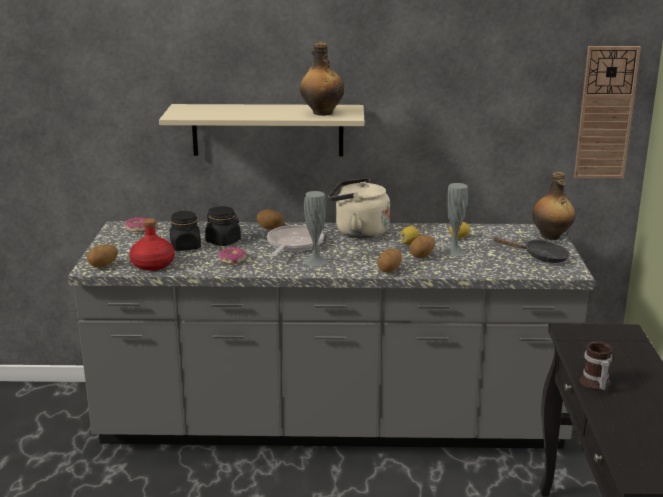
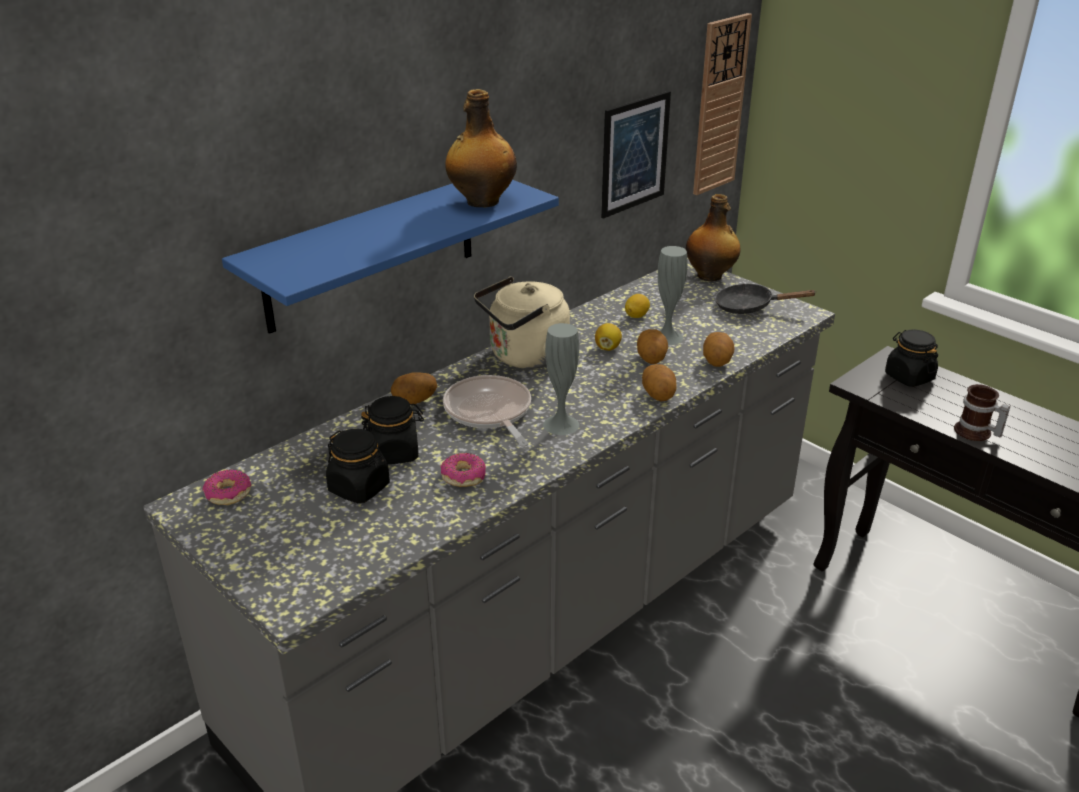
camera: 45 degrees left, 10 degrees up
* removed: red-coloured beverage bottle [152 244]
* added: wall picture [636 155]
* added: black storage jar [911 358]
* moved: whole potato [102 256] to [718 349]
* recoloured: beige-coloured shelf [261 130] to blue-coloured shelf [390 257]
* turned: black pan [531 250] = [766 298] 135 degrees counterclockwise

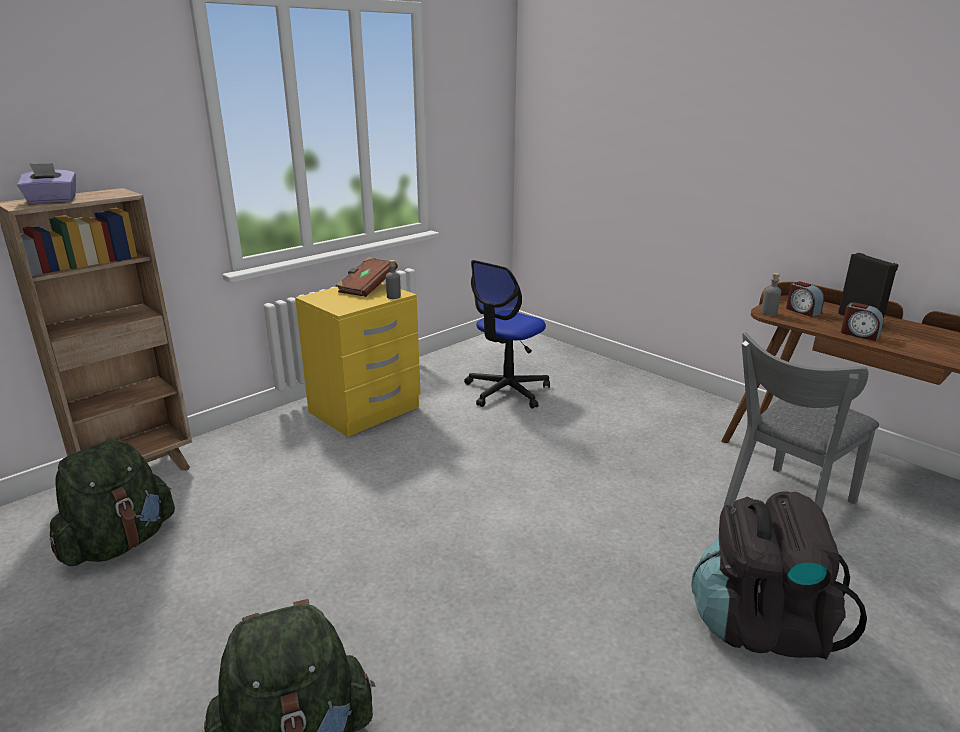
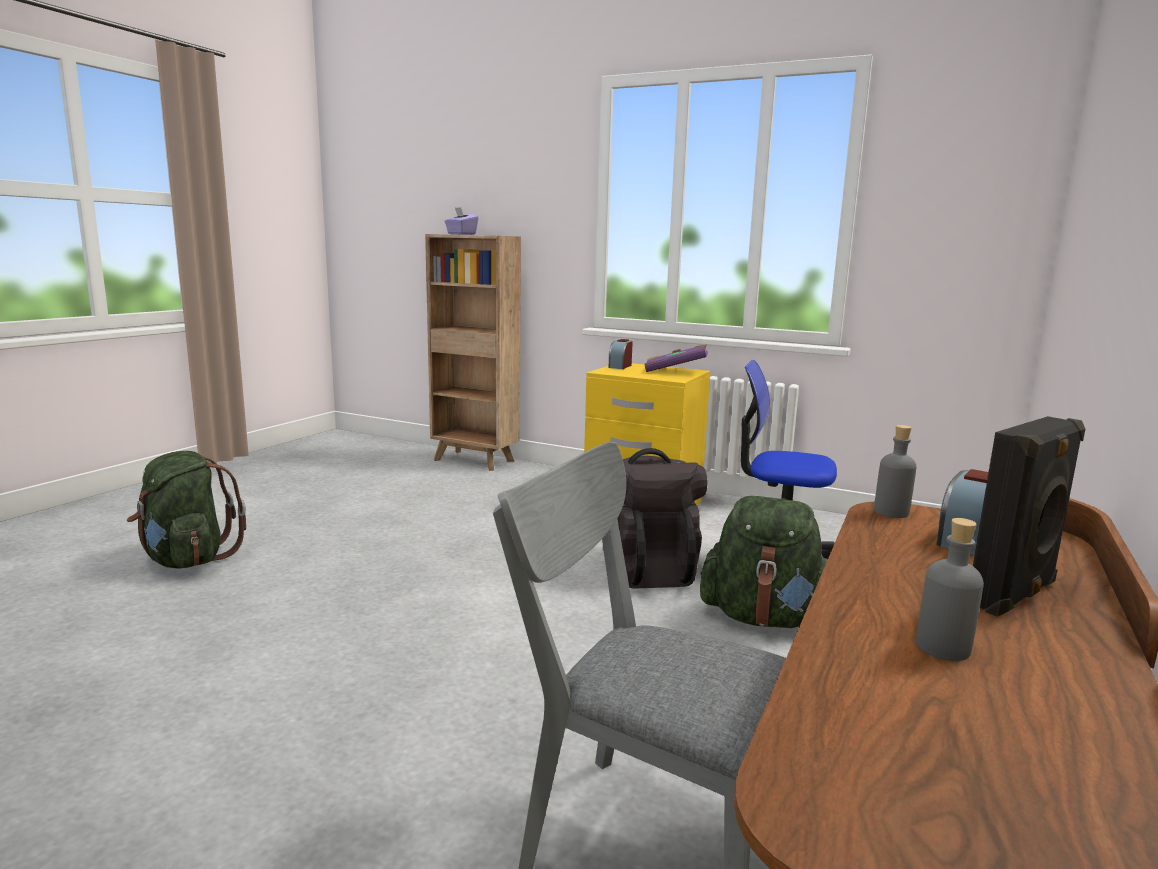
camera: 70 degrees right, 10 degrees down
* moved: green knapsack [112 503] to [763 562]
* moved: gray beverage bottle [393 279] to [950 589]
* moved: black knapsack [779 575] to [655 518]
* moved: bedside clock [862 321] to [621 354]
* recoloured: brownish book [366 277] to purple-coloured book [676 358]

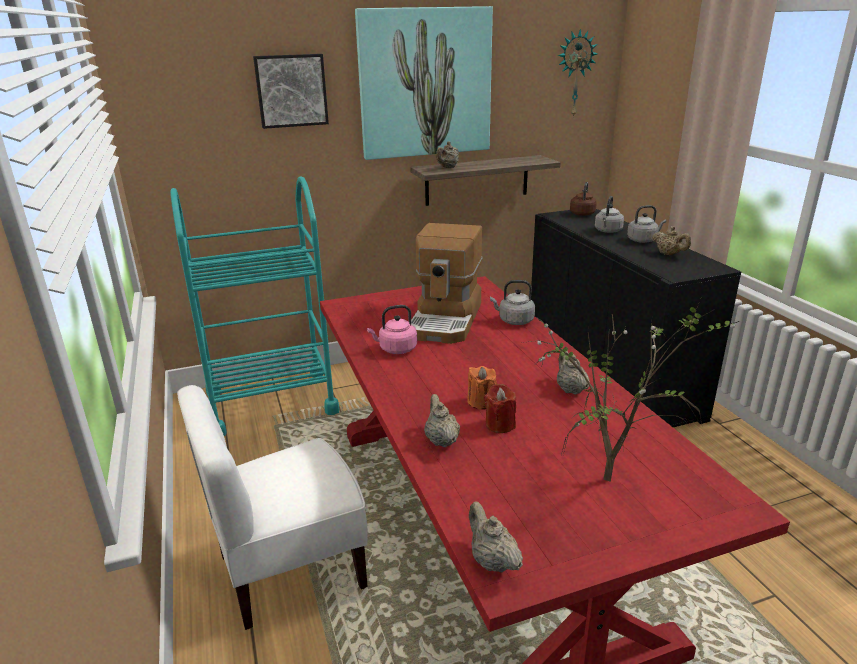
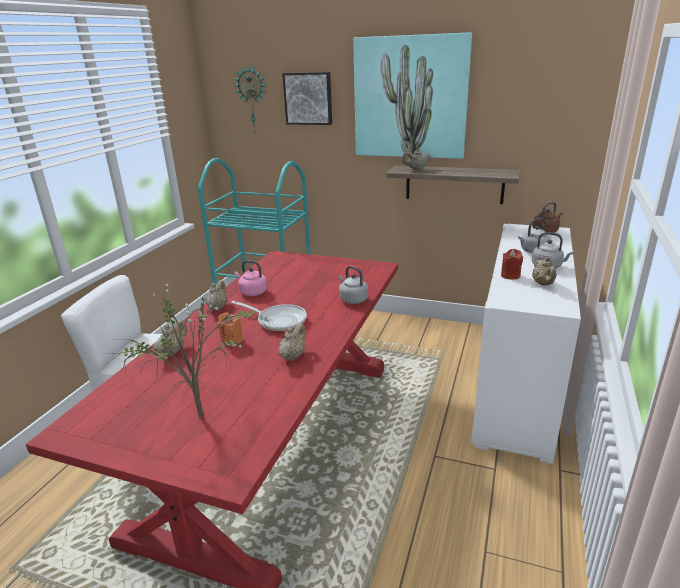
camera: 40 degrees right, 0 degrees up
* removed: coffee machine [446 283]
* added: pan [269 316]
* moved: beige-coloured pot for tea [496 536] to [216 295]
* moved: red-coloured wax light [500 408] to [512 264]
* moved: wall clock [578 73] to [250 100]
* recoloured: black storage cabinet [636 318] to whitish storage cabinet [526 344]

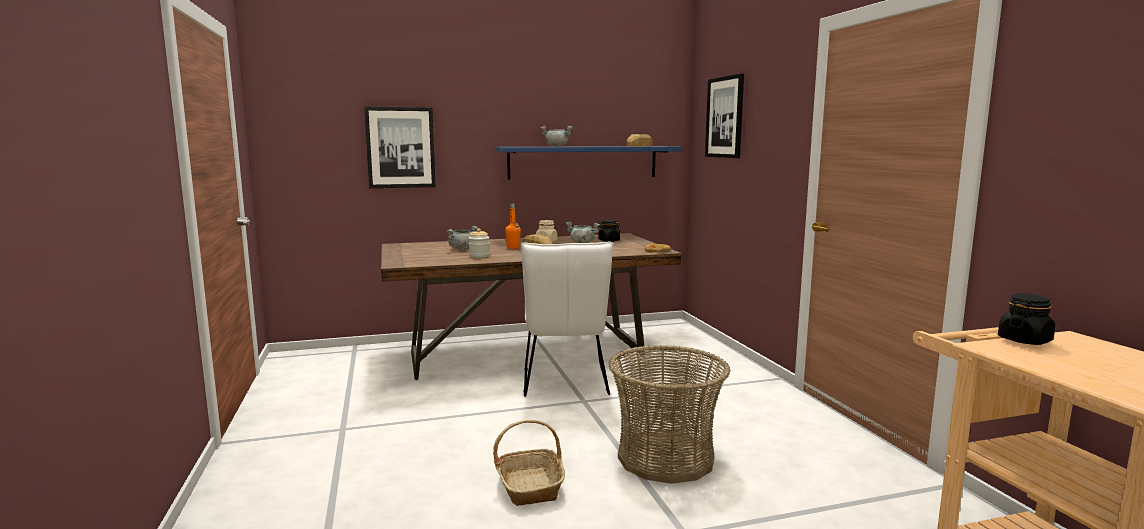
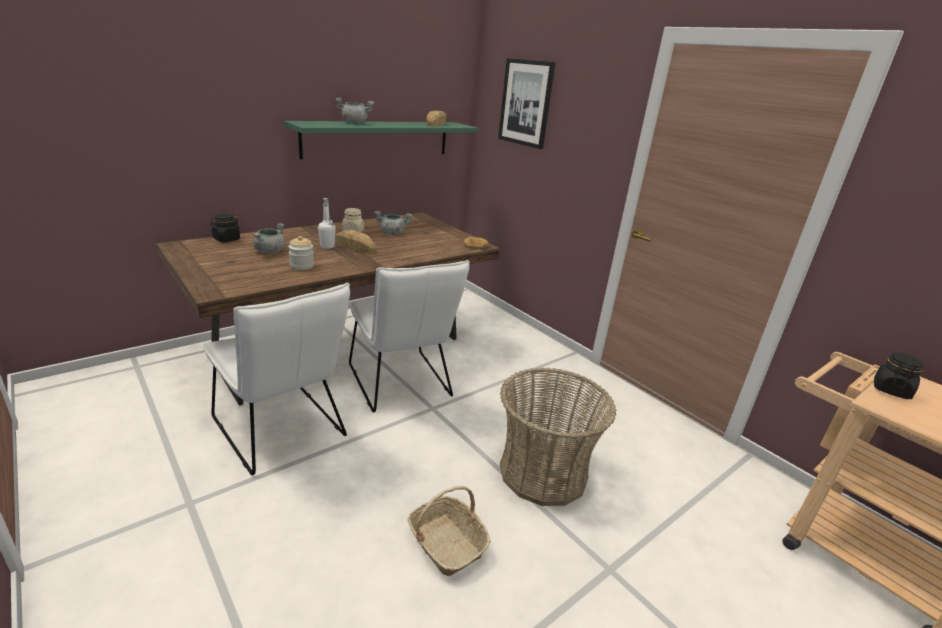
camera: 25 degrees left, 15 degrees up
* removed: wall picture [400 147]
* added: whitish chair [276 379]
* moved: black storage jar [609 231] to [224 227]
* recoloured: blue-coloured shelf [588 163] to green shelf [381 140]
* recoloured: orange beverage bottle [513 226] to whitish beverage bottle [327 223]

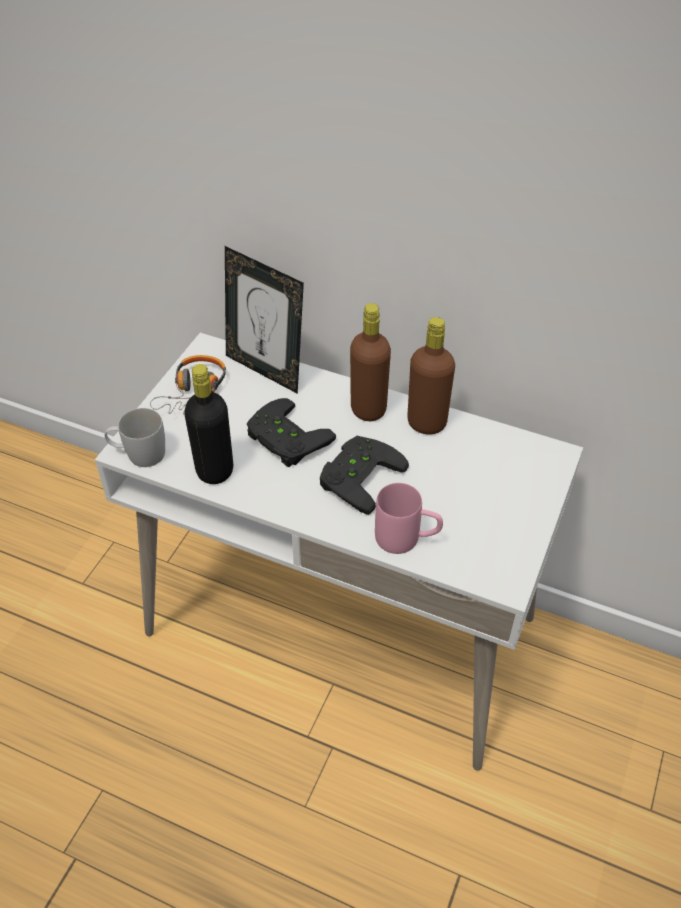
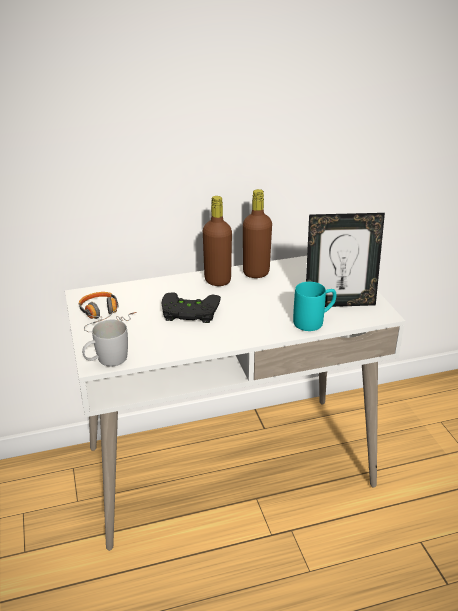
camera: 40 degrees left, 15 degrees down
* removed: black beverage bottle [208 424]
* removed: black gamepad [364 475]
* moved: picture frame [264 320] to [345 260]
* recoloured: pink tea mug [409 518] to blue-green tea mug [314 306]

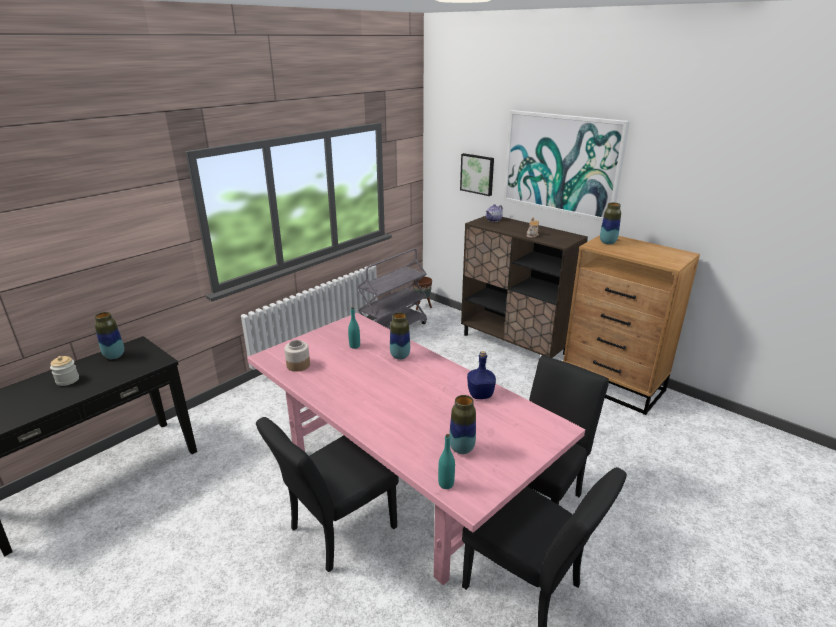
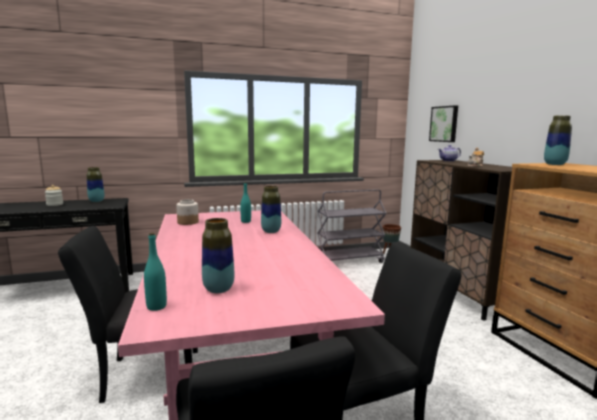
camera: 30 degrees right, 15 degrees down
* removed: blue-coloured beverage bottle [481 375]
* removed: wall picture [567 165]

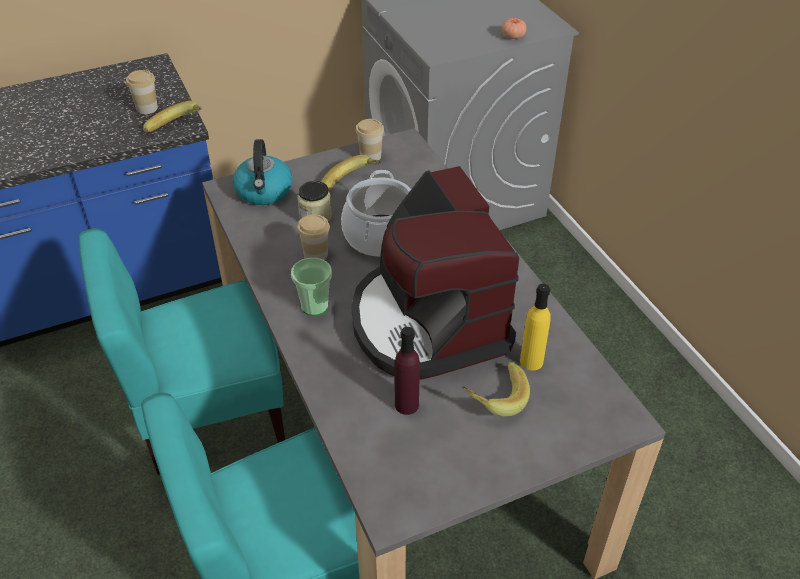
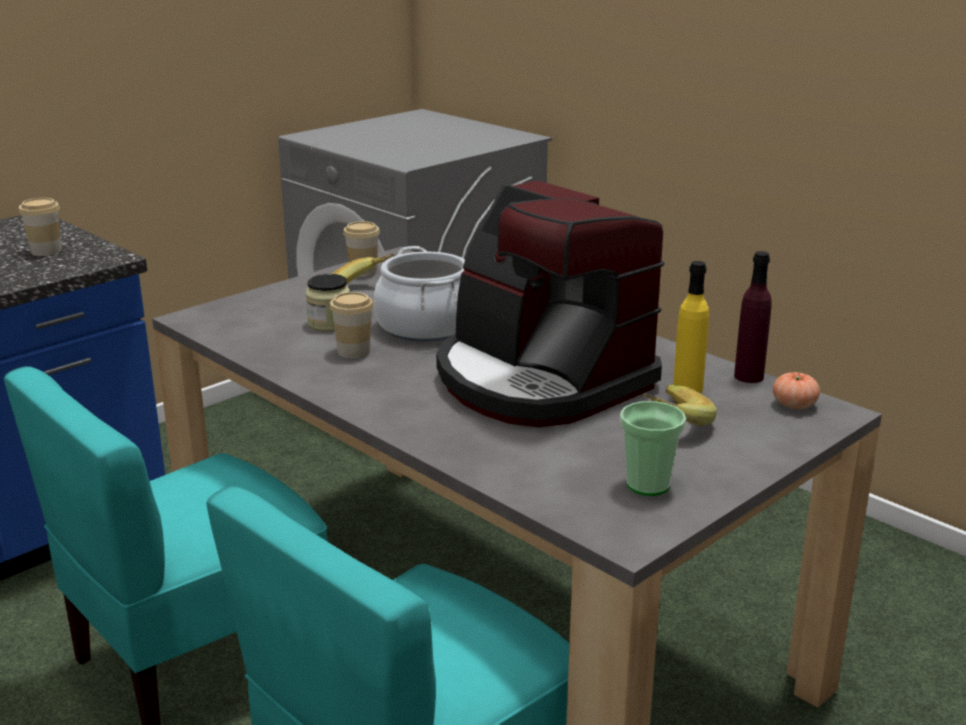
camera: 20 degrees left, 20 degrees down
* removed: whole banana [172 117]
* removed: kettle [263 172]
* moved: cup [311 287] to [653 448]
* moved: purple-coloured beverage bottle [407 371] to [753 317]
* moved: tomato [514 28] to [796 390]

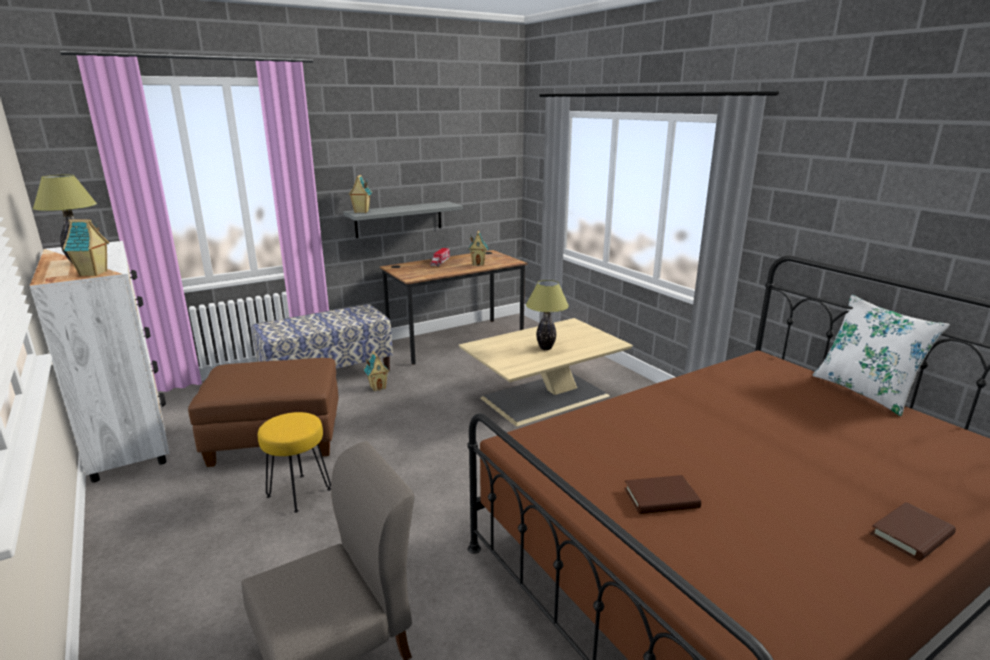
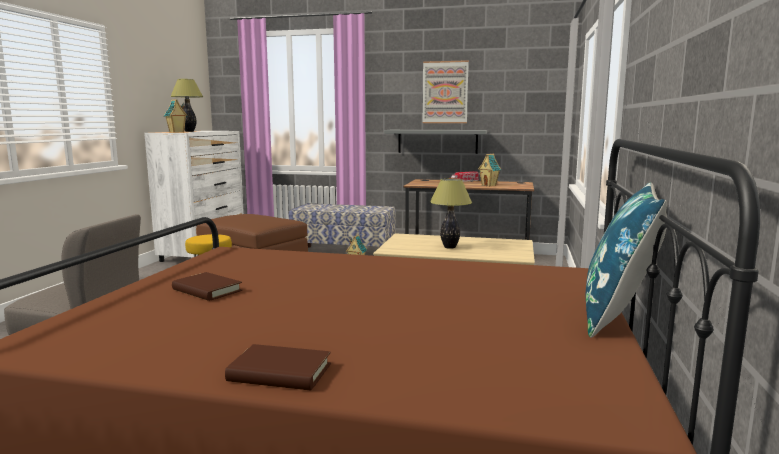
camera: 45 degrees right, 10 degrees down
* removed: model house [360 194]
* added: wall picture [445 91]
* recoloured: whitish cushion [881 355] to blue-coloured cushion [626 260]

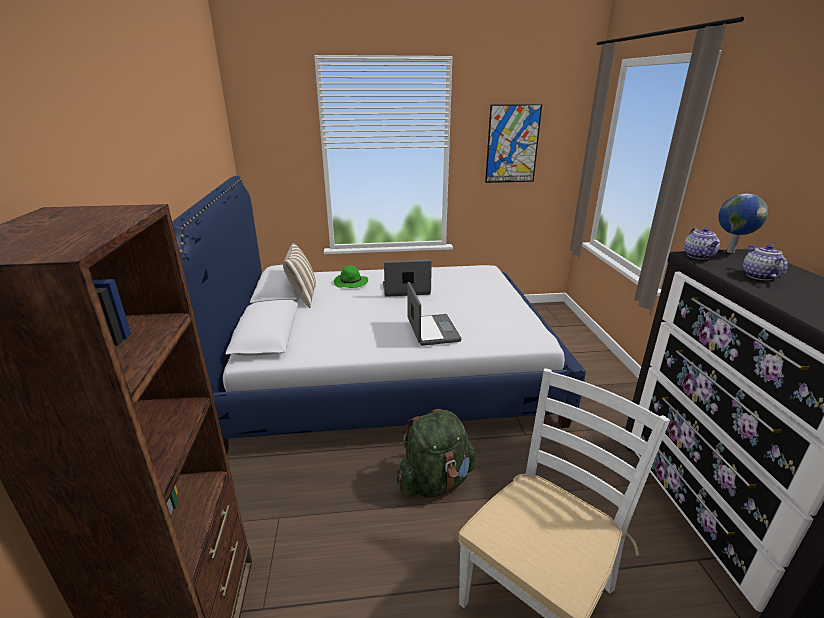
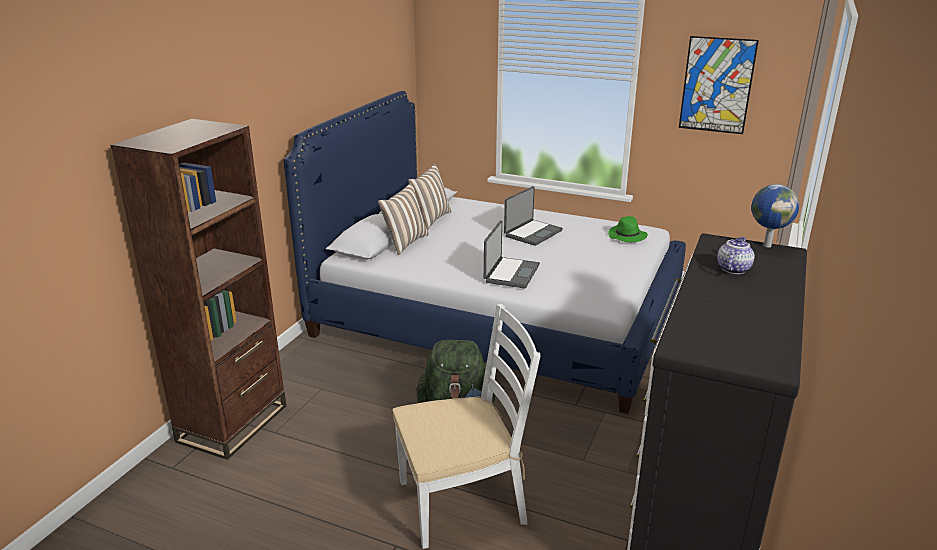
camera: 30 degrees right, 0 degrees up
* removed: pot for tea [702 243]
* added: cushion [403 219]
* moved: green wearable hat [351 276] to [628 229]
* turned: laptop [407 278] = [533 216] 105 degrees clockwise

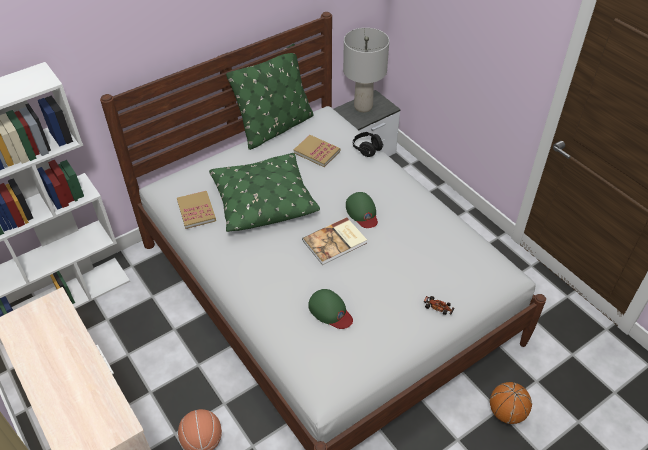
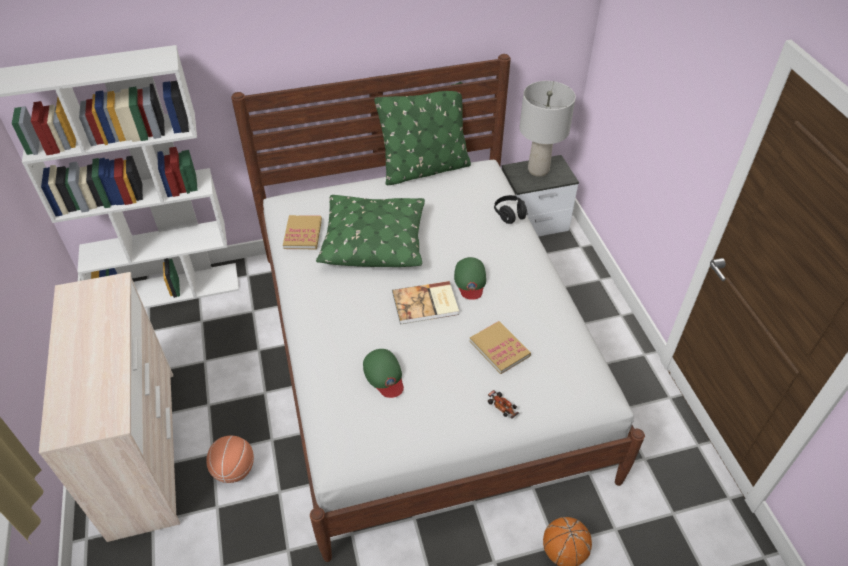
camera: 20 degrees right, 0 degrees up
* moved: book [317 151] to [500 347]

